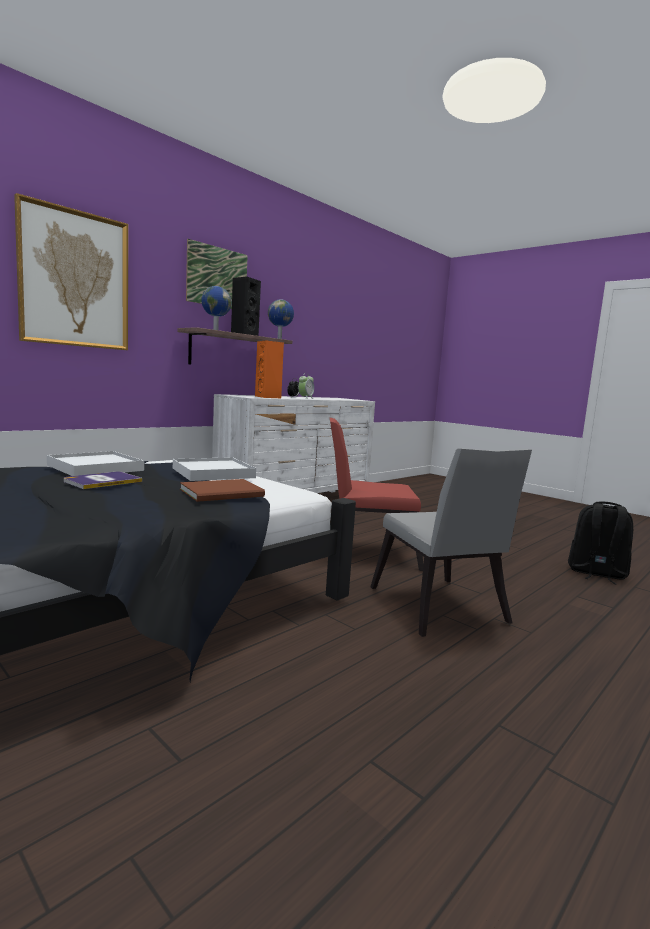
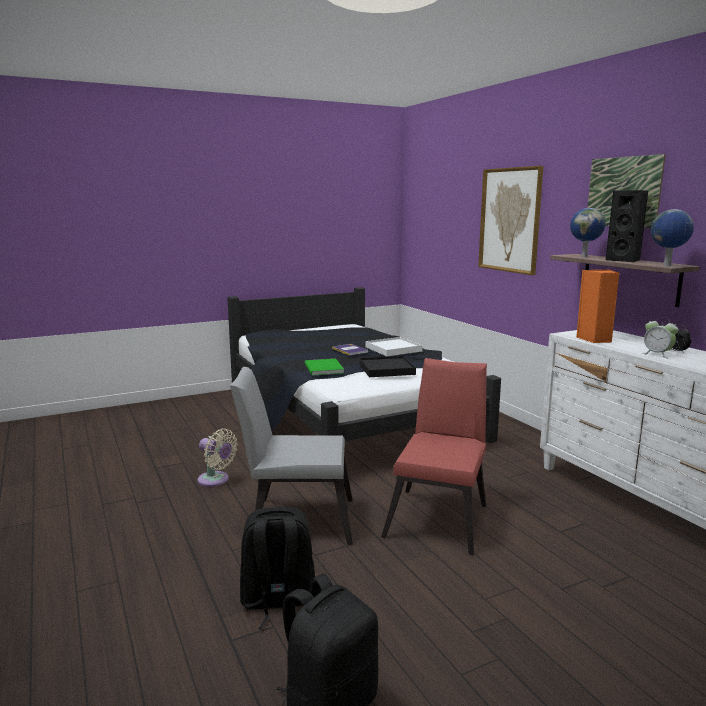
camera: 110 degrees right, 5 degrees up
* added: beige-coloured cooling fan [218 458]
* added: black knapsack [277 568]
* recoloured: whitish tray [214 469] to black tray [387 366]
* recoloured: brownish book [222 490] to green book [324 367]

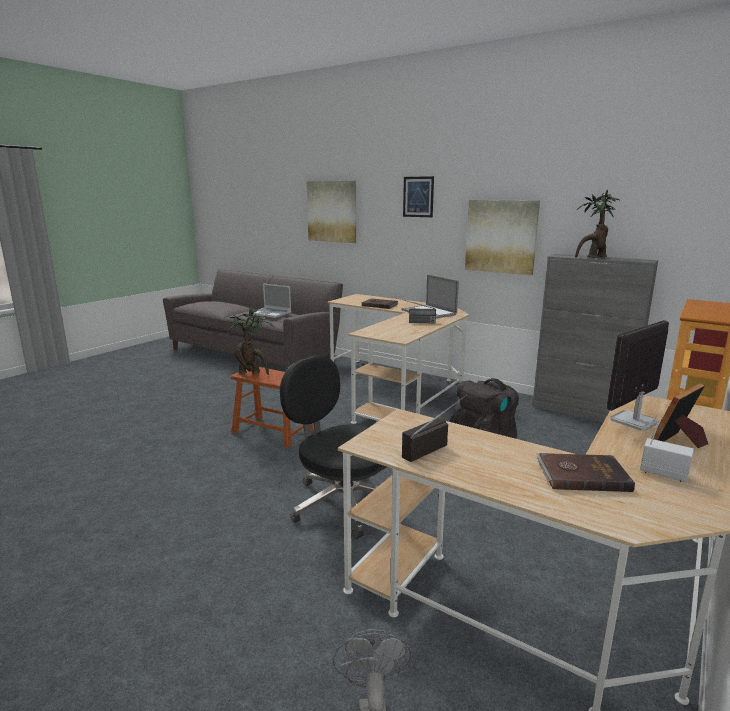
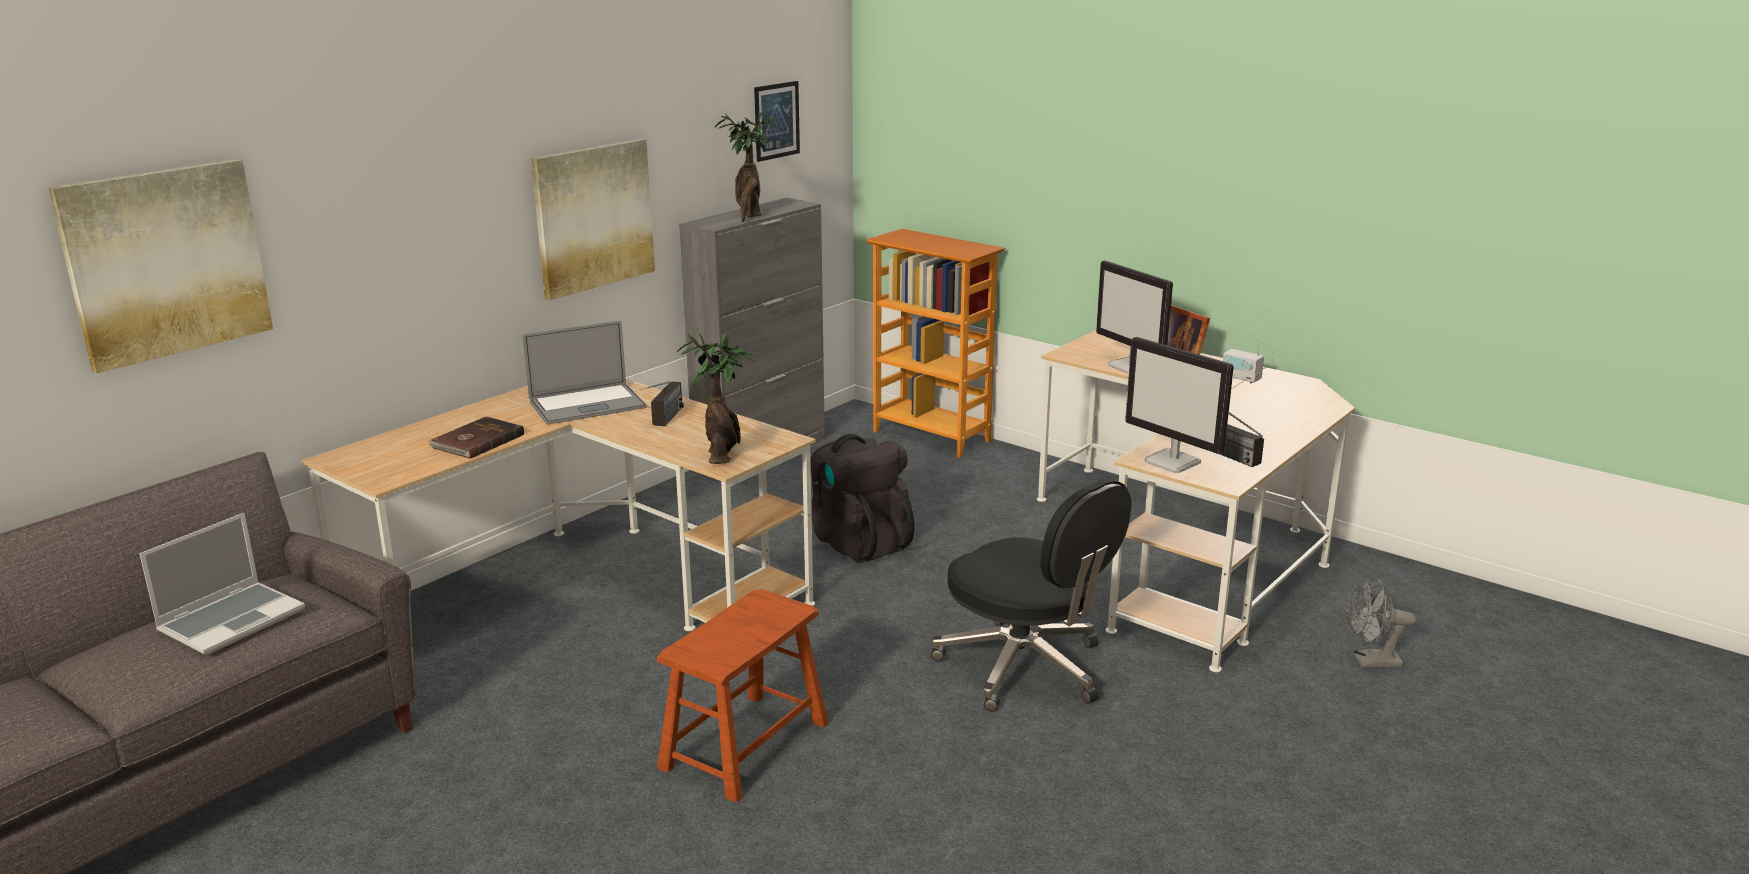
camera: 85 degrees left, 5 degrees up
* removed: brownish book [586 472]
* added: computer display [1179 405]
* moved: plant in a pot [252 341] to [715 396]
* moved: wall picture [418 196] to [777 121]
* turned: black desk chair [333 447] = [1031 595] 90 degrees counterclockwise
* turned: radio set [667 452] = [1243 360] 90 degrees counterclockwise

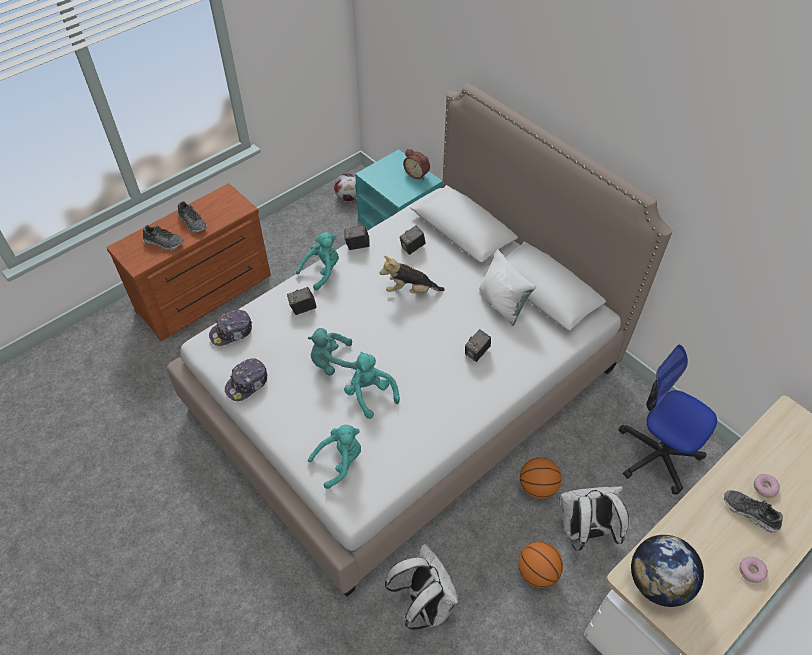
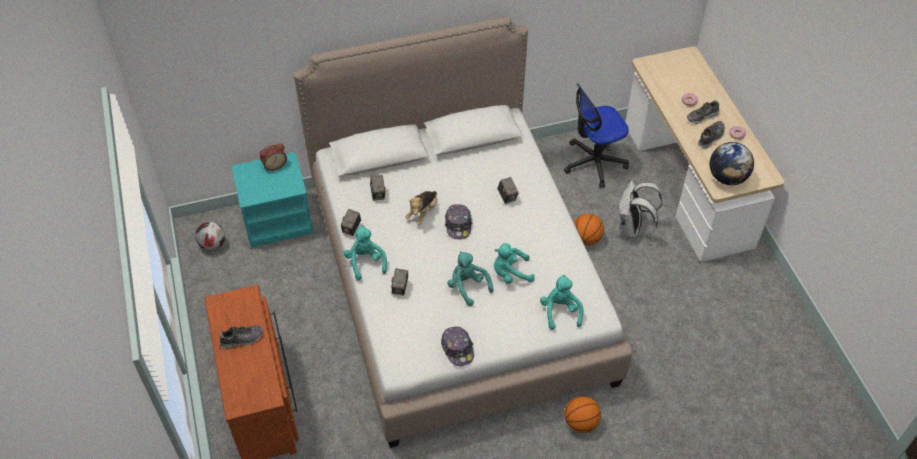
camera: 65 degrees left, 0 degrees up
* removed: whitish knapsack [422 587]
* removed: whitish cushion [507 287]
* moved: shoe [163 237] to [711 135]
* moved: peaked cap [230 328] to [459 221]
* moved: basketball ball [540 565] to [582 414]
* turned: blue-green plush toy [333 352] = [470 278] 135 degrees clockwise

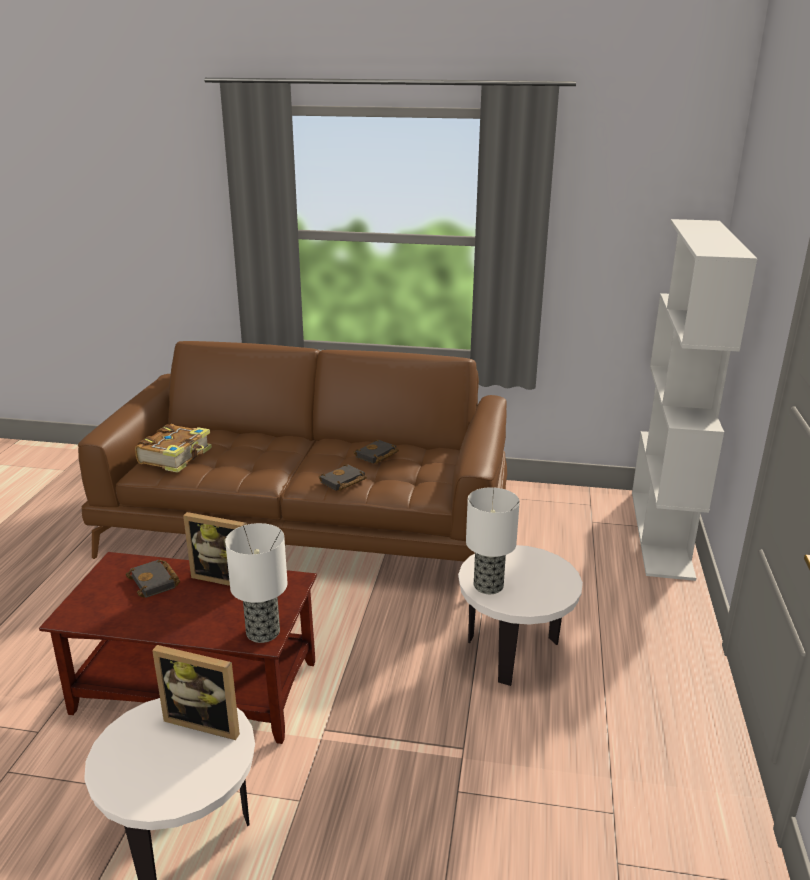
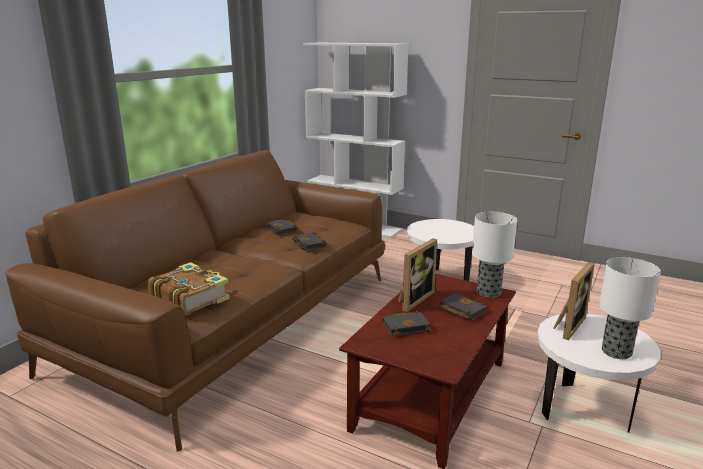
camera: 70 degrees left, 5 degrees down
* added: black book [462 307]
* moved: tabletop lamp [493 540] to [630 308]

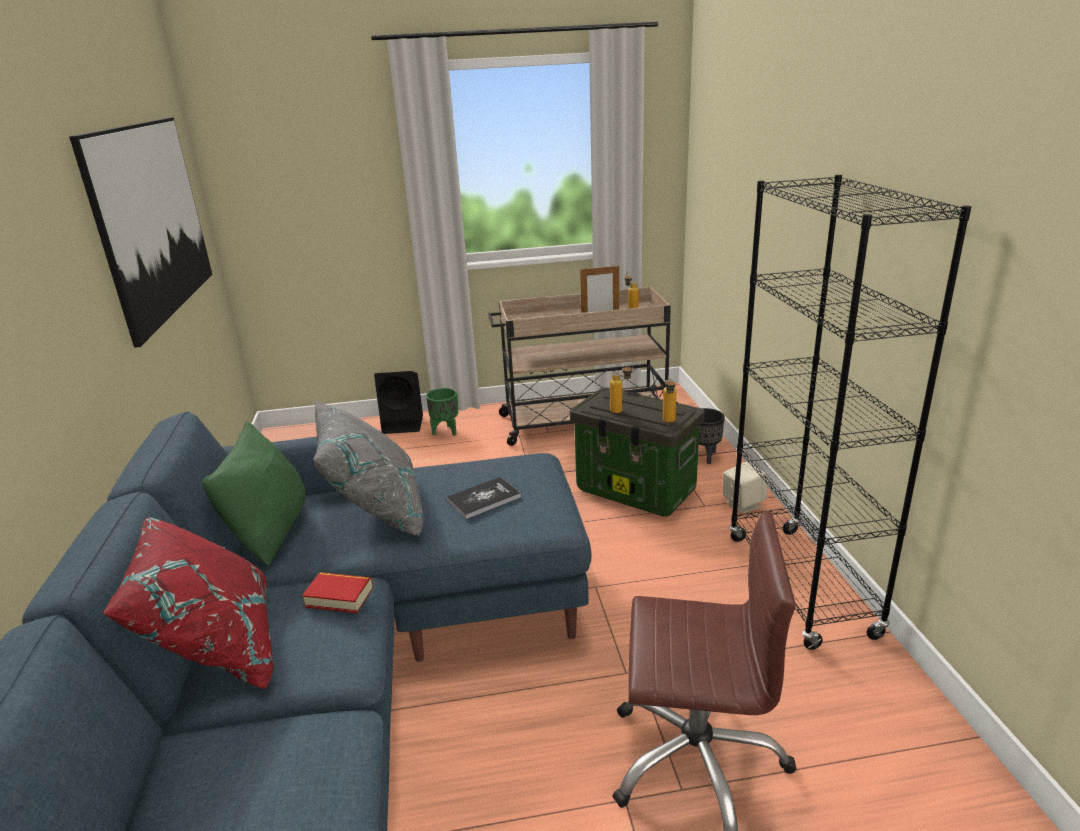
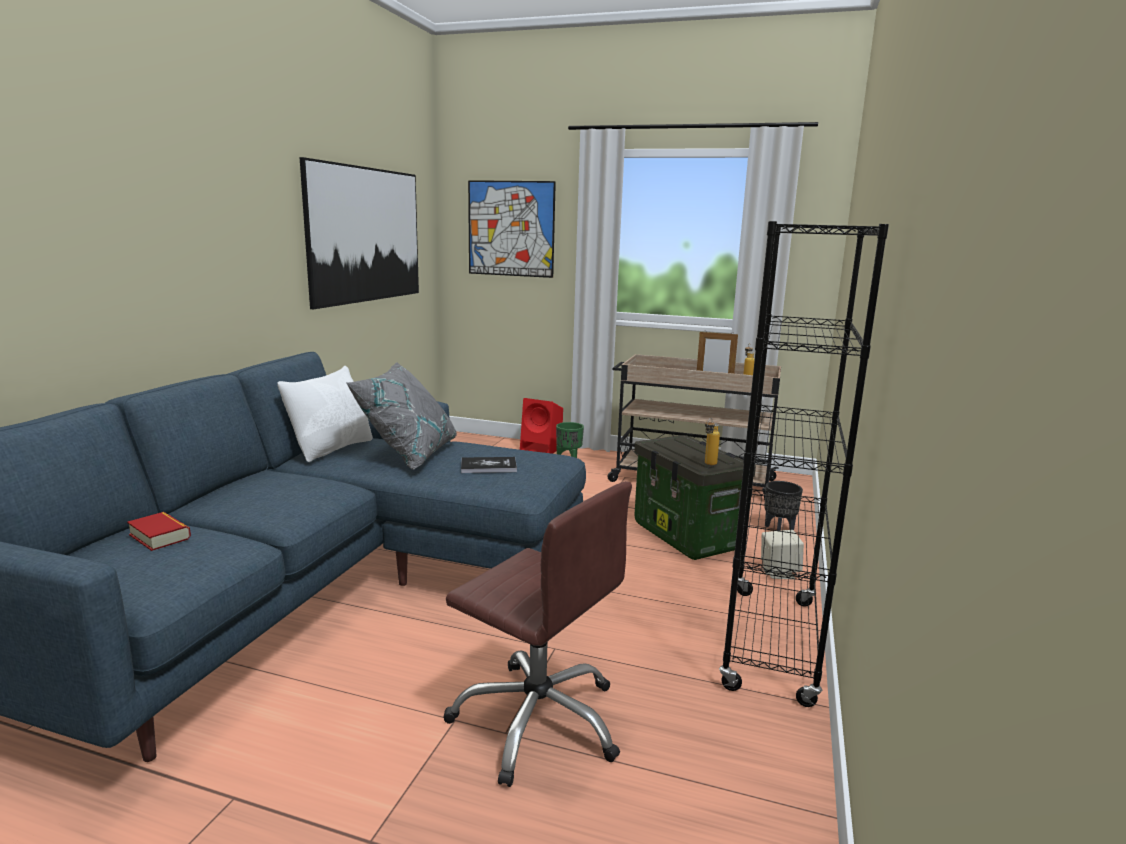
camera: 25 degrees right, 10 degrees down
* removed: red-coloured cushion [188 603]
* removed: beverage bottle [621 388]
* added: wall picture [512 229]
* moved: book [337 592] to [159 531]
* recoloured: green cushion [254 493] to whitish cushion [325 414]
* recoloured: black audio speaker [398 402] to red-coloured audio speaker [541 426]

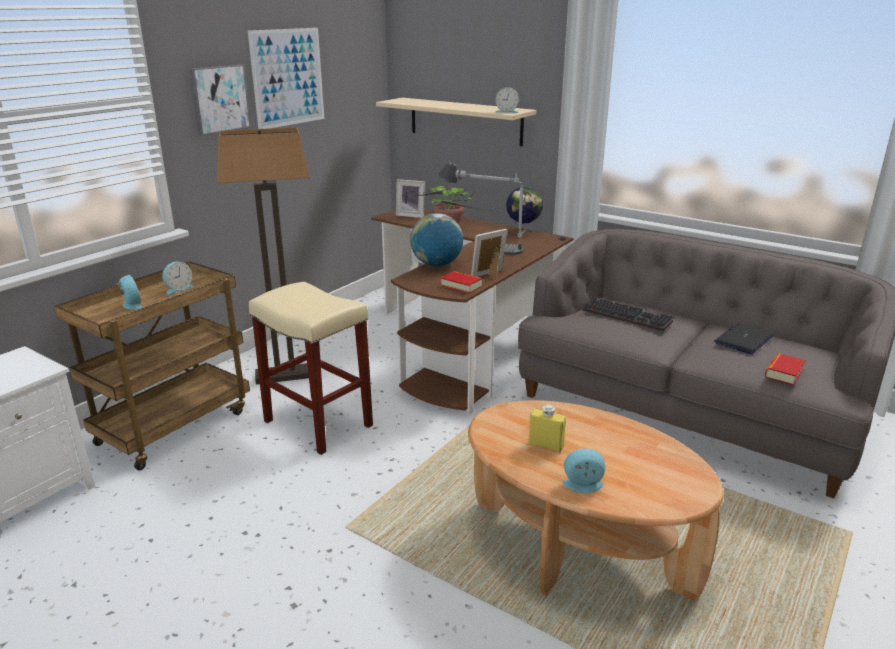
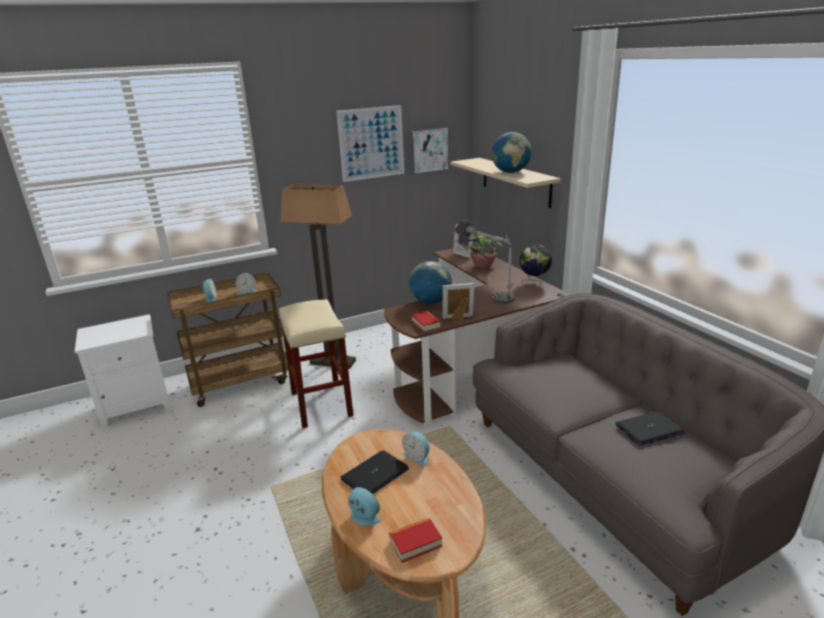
camera: 30 degrees right, 0 degrees up
* removed: keyboard [627 314]
* added: world globe [511 152]
* moved: wall picture [220 100] to [430 151]
* moved: bedside clock [507 100] to [415 448]
* moved: book [785 369] to [416 540]
* replaced: yellowish beverage bottle [547 428] to laptop [375 472]

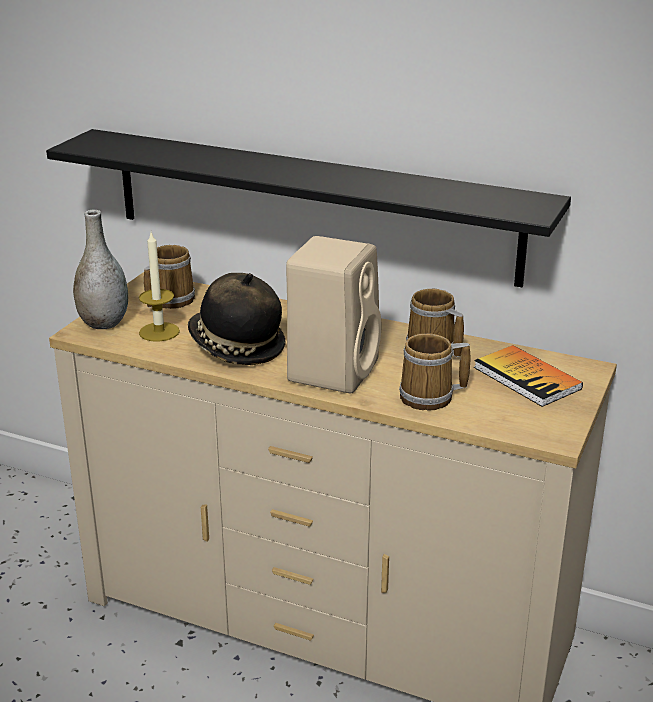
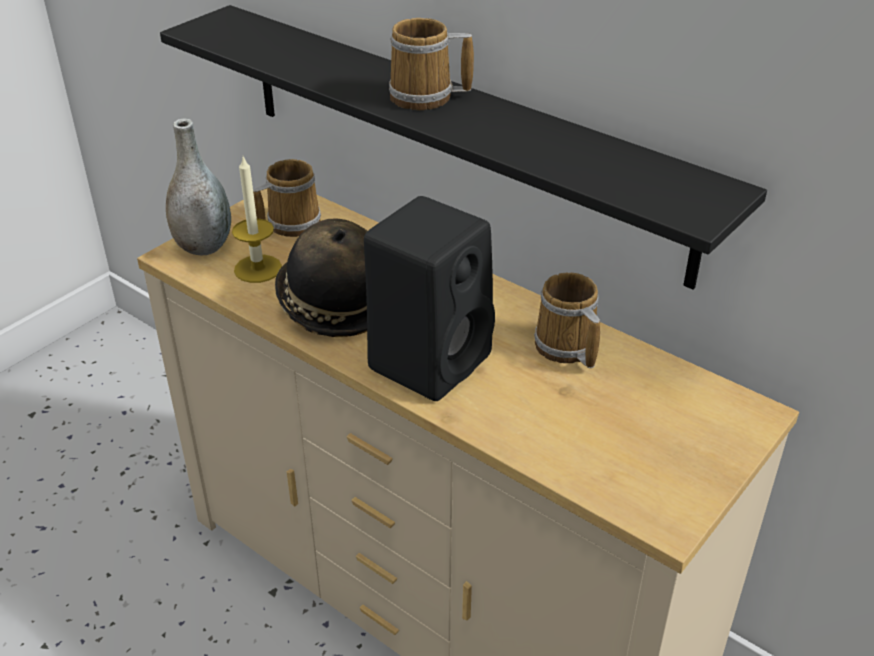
camera: 15 degrees right, 10 degrees up
* removed: book [528 376]
* moved: tea mug [434 372] to [431 64]
* recoloured: beige-coloured audio speaker [333 314] to black audio speaker [429 298]

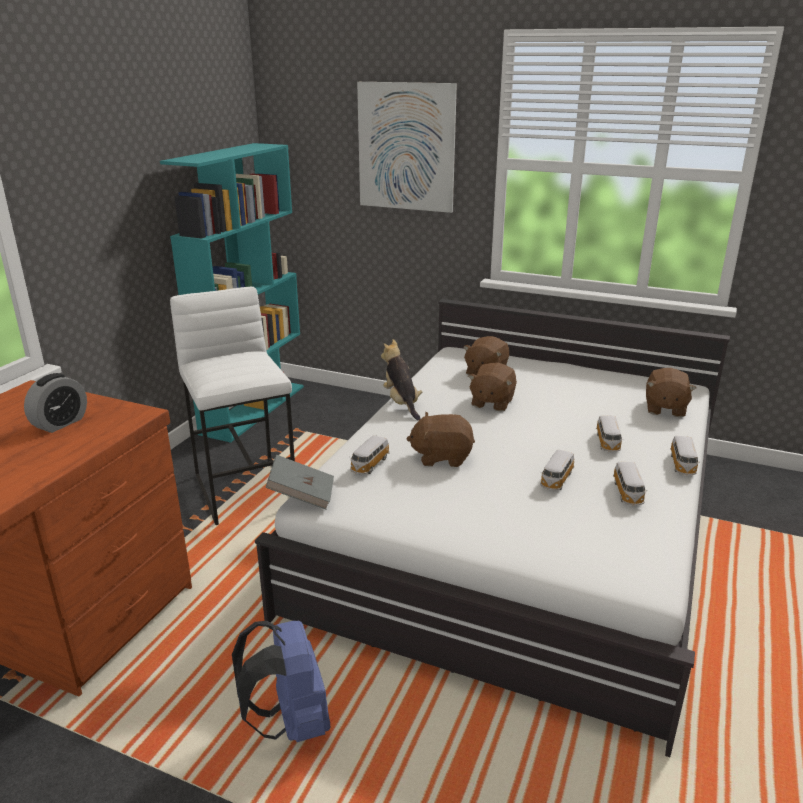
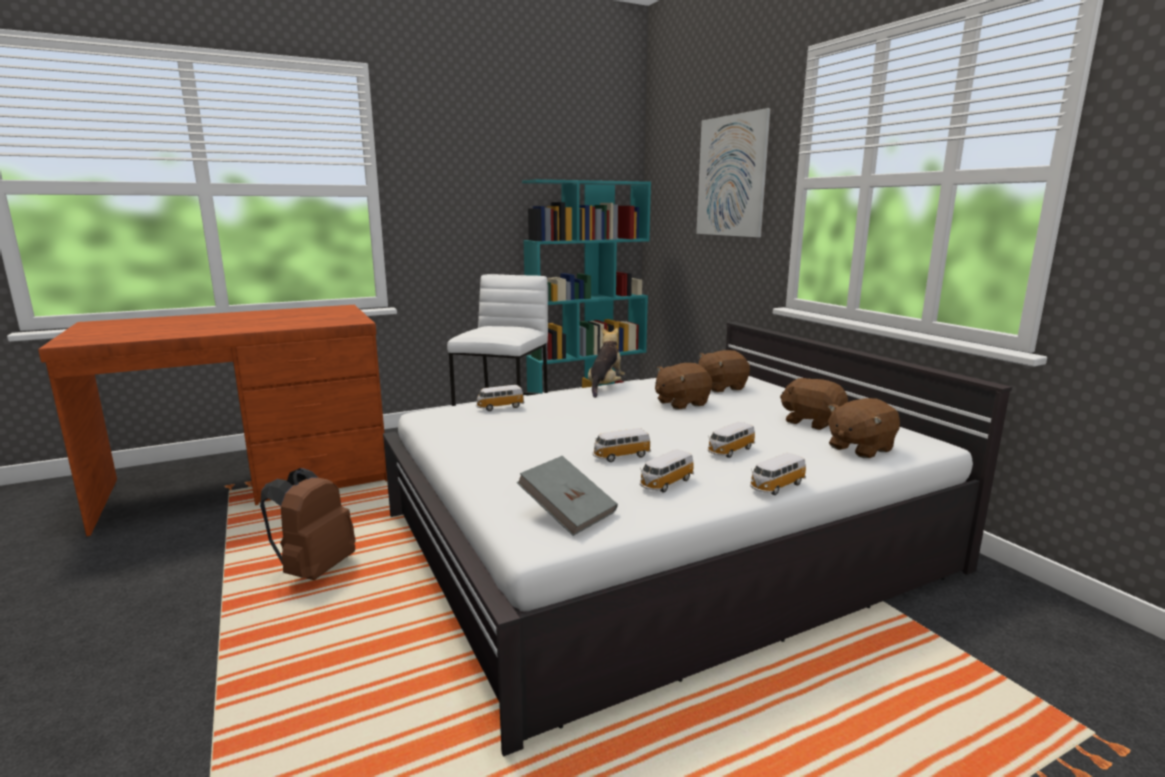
camera: 40 degrees right, 10 degrees down
* removed: bedside clock [55 403]
* moved: gray book [299 482] to [567 496]
* moved: brownish plush toy [440 439] to [814 404]
* recoloured: blue-coloured knapsack [281 681] to brownish knapsack [308 524]

